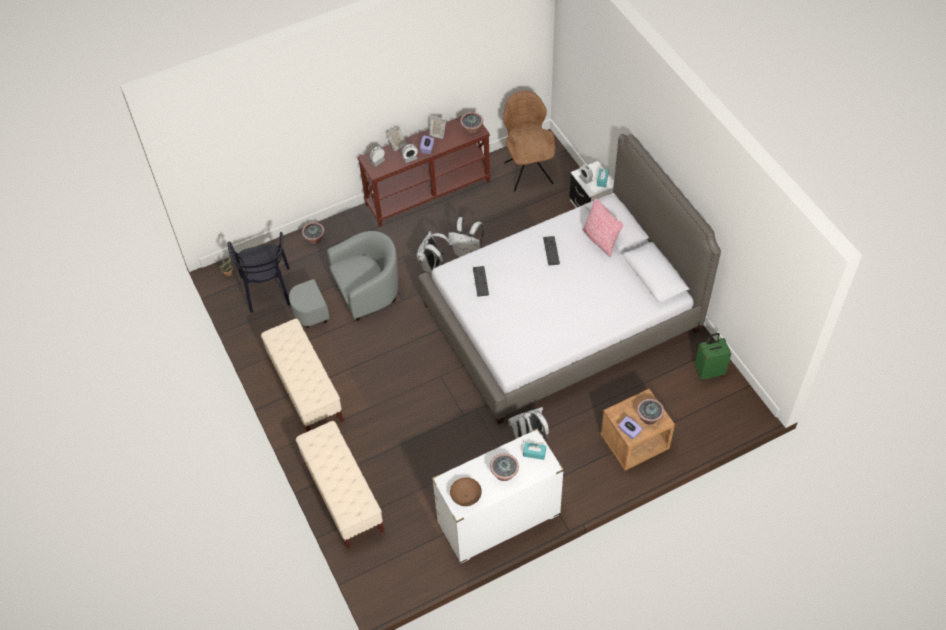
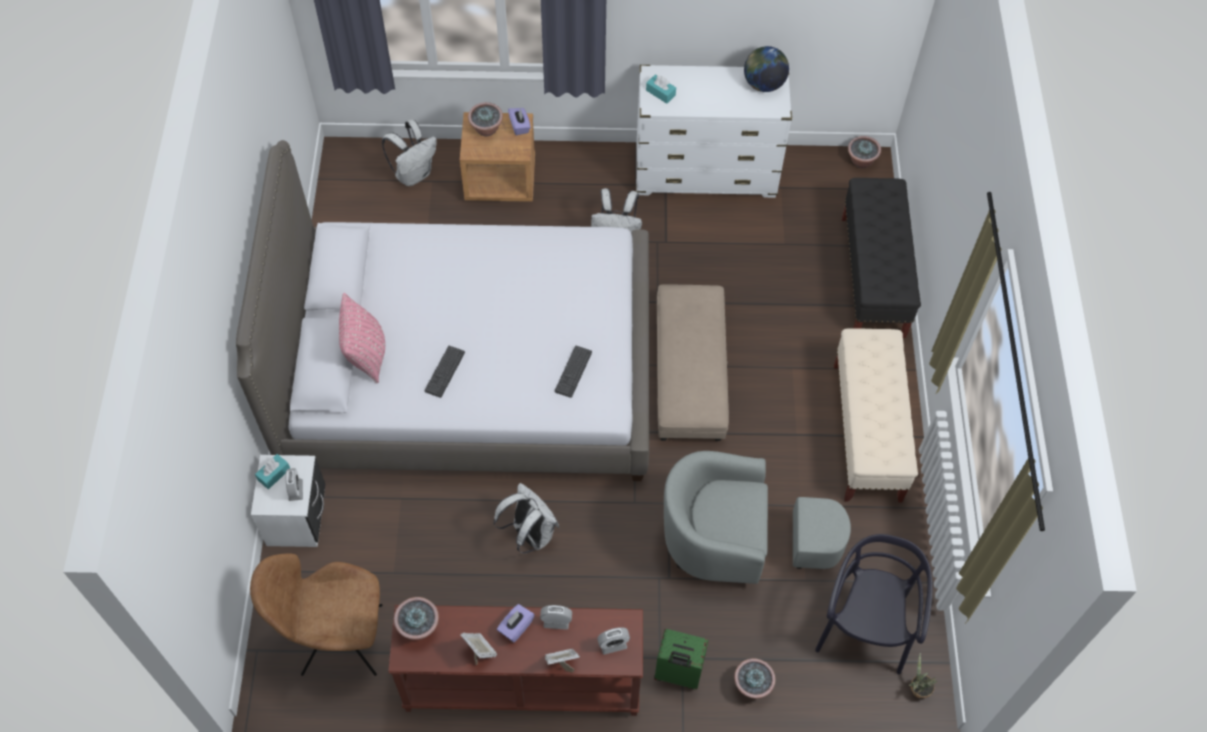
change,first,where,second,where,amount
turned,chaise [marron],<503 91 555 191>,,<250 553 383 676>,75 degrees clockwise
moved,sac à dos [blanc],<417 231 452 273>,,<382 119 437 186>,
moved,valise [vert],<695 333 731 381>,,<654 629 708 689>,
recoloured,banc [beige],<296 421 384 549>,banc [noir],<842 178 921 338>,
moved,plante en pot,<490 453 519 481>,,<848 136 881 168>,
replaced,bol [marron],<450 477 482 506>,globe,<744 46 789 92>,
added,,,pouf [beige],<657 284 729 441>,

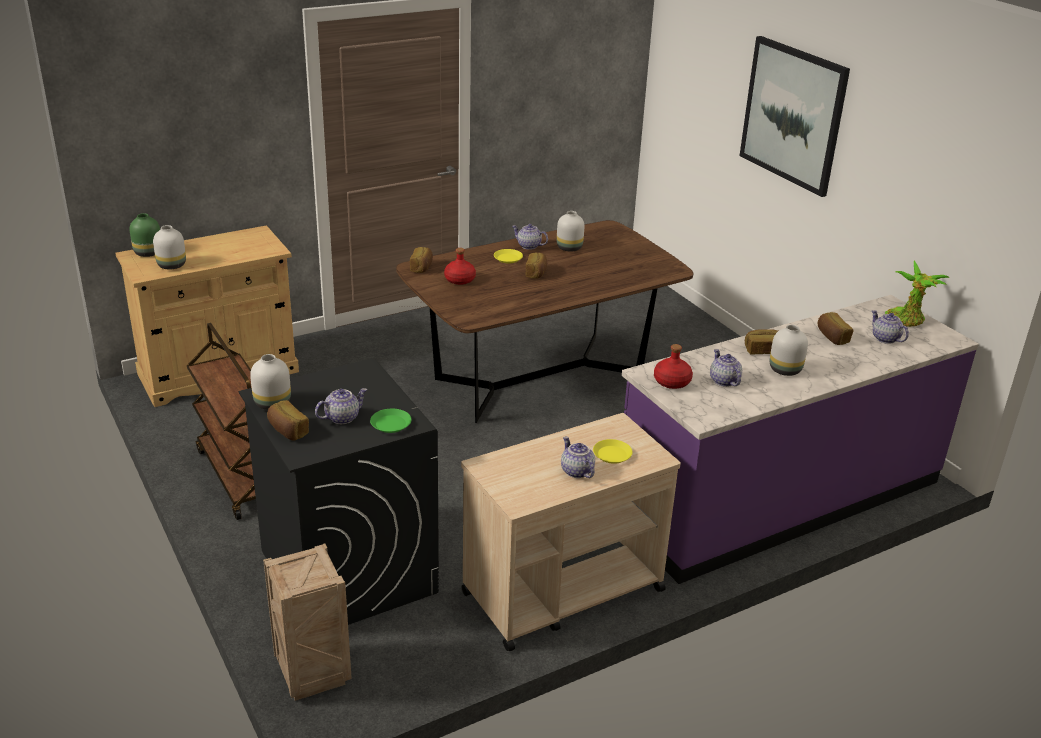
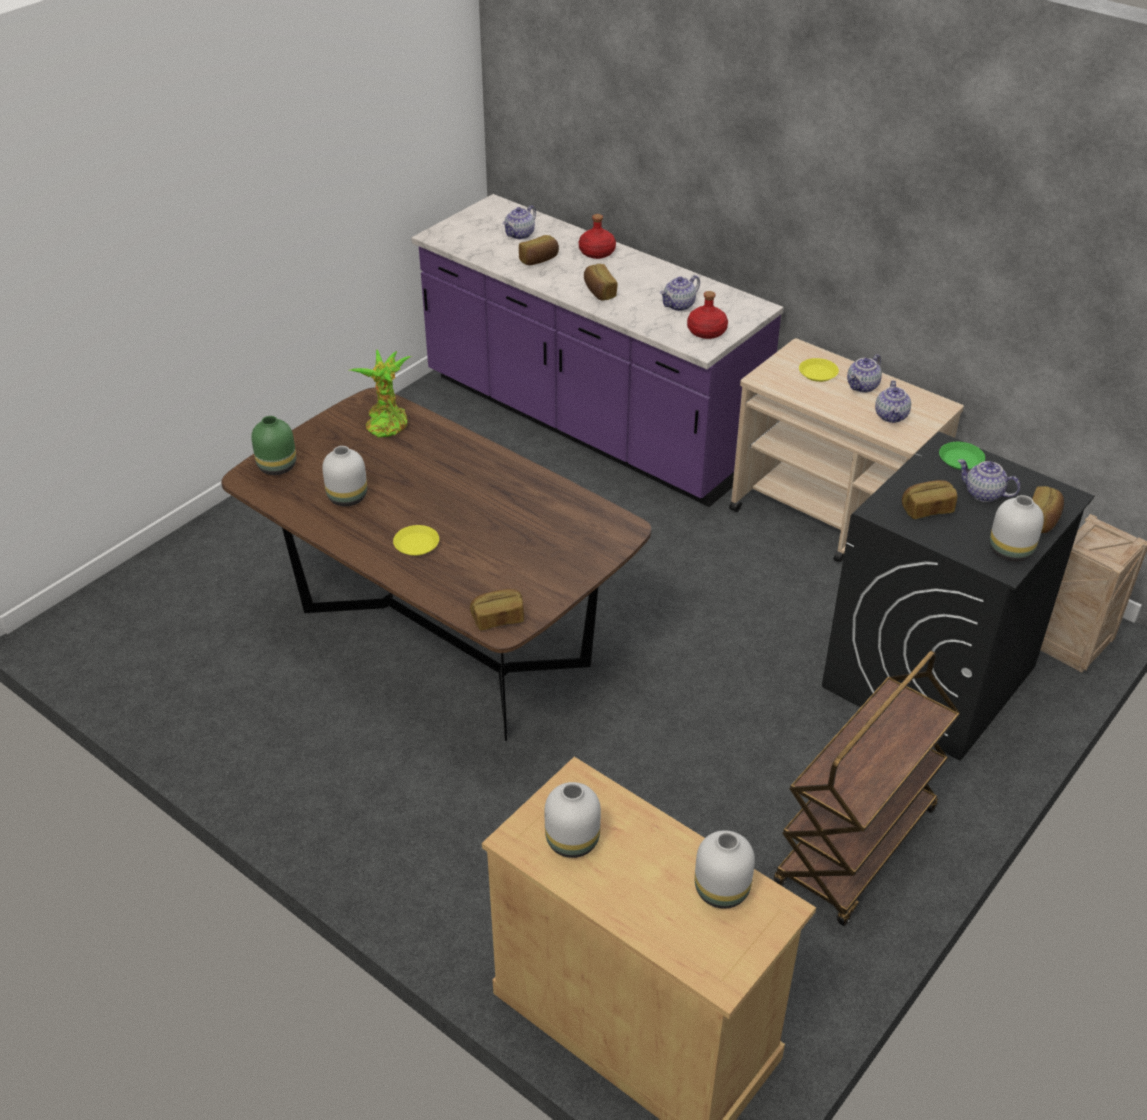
change,first,where,second,where,amount
removed,tableau,<739 36 850 197>,,,
moved,vase [vert],<129 213 160 257>,,<251 416 296 475>,
moved,théière,<512 224 548 250>,,<875 380 911 423>,
moved,bouteille [rouge],<444 248 476 285>,,<579 214 616 259>,
moved,pain,<526 253 547 279>,,<902 480 957 519>,
moved,plante en pot,<885 260 950 327>,,<350 349 412 437>,
moved,vase [blanc],<770 325 808 376>,,<544 782 601 858>,

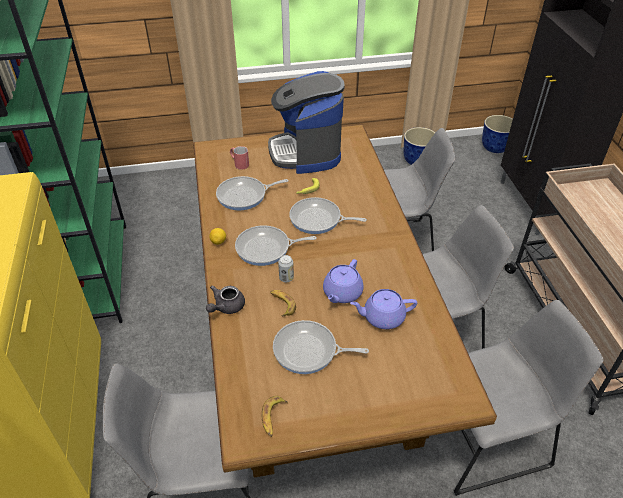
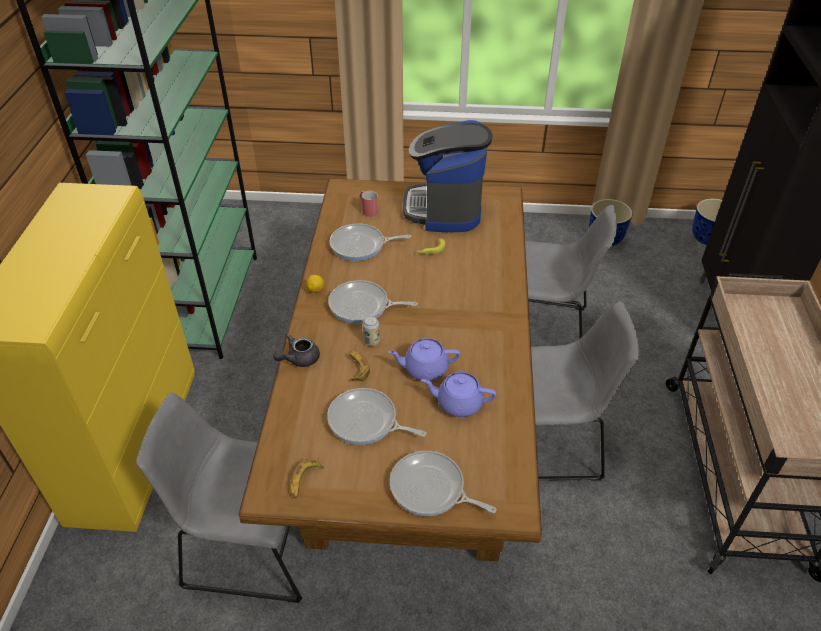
change,first,where,second,where,amount
moved,poêle,<289 197 367 234>,,<390 451 496 516>,
turned,théière [violet],<323 259 363 303>,,<388 338 460 381>,45 degrees clockwise
removed,chaise [gris],<454 300 603 496>,,,

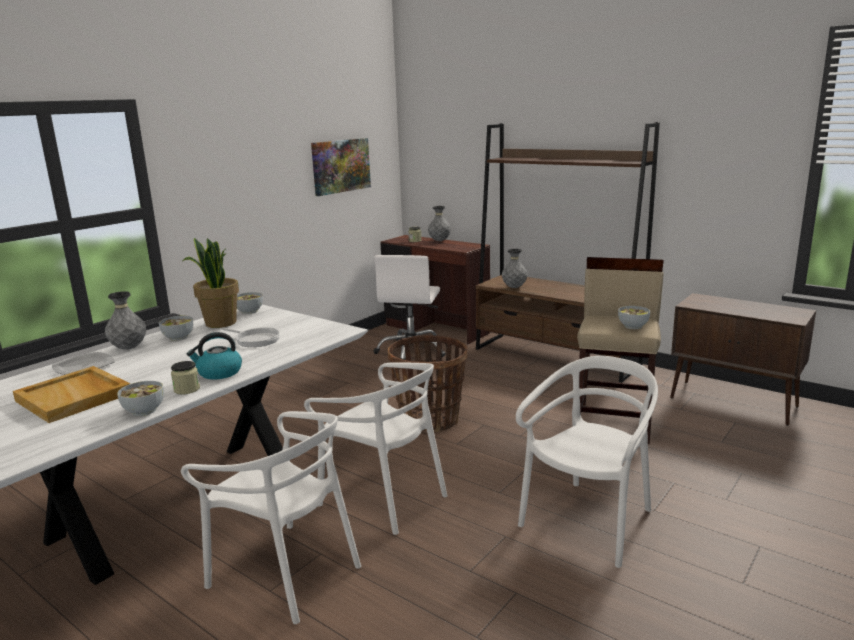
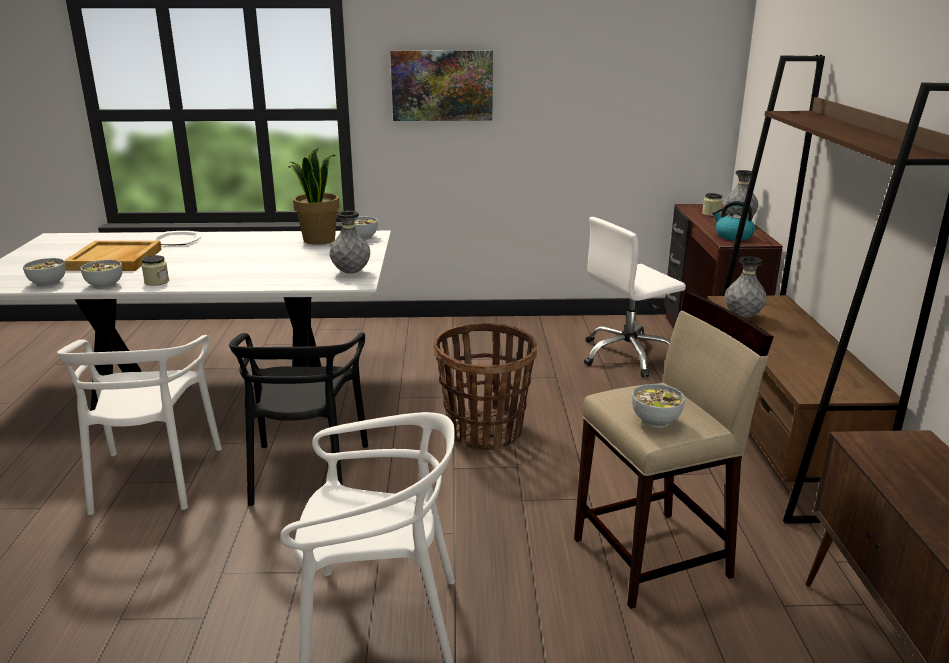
change,first,where,second,where,amount
moved,tableau,<311 138 371 196>,,<390 50 493 121>,
moved,vase [gris],<105 291 146 350>,,<329 211 370 274>,
moved,bol,<159 316 193 341>,,<23 258 66 287>,
removed,poêle,<221 327 280 347>,,,
moved,bouilloire,<187 332 242 380>,,<712 201 755 241>,
recoloured,chaise [blanc],<304 362 448 535>,chaise [noir],<229 333 368 506>,

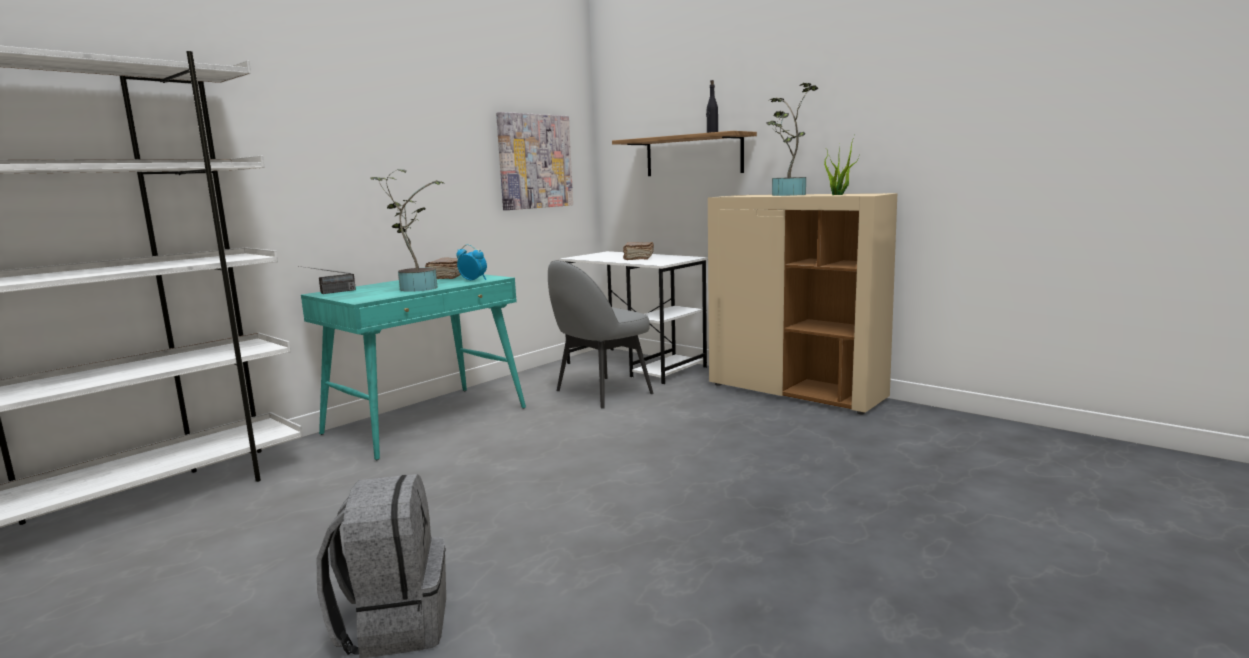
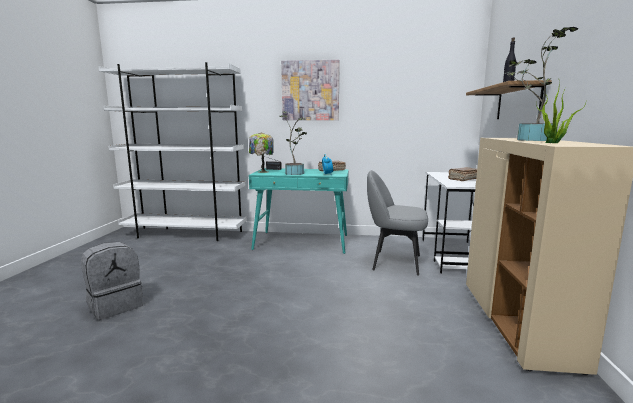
change,first,where,second,where,amount
moved,tableau,<496 112 573 210>,,<281 60 340 120>,
added,,,lampe de table,<249 132 274 173>,

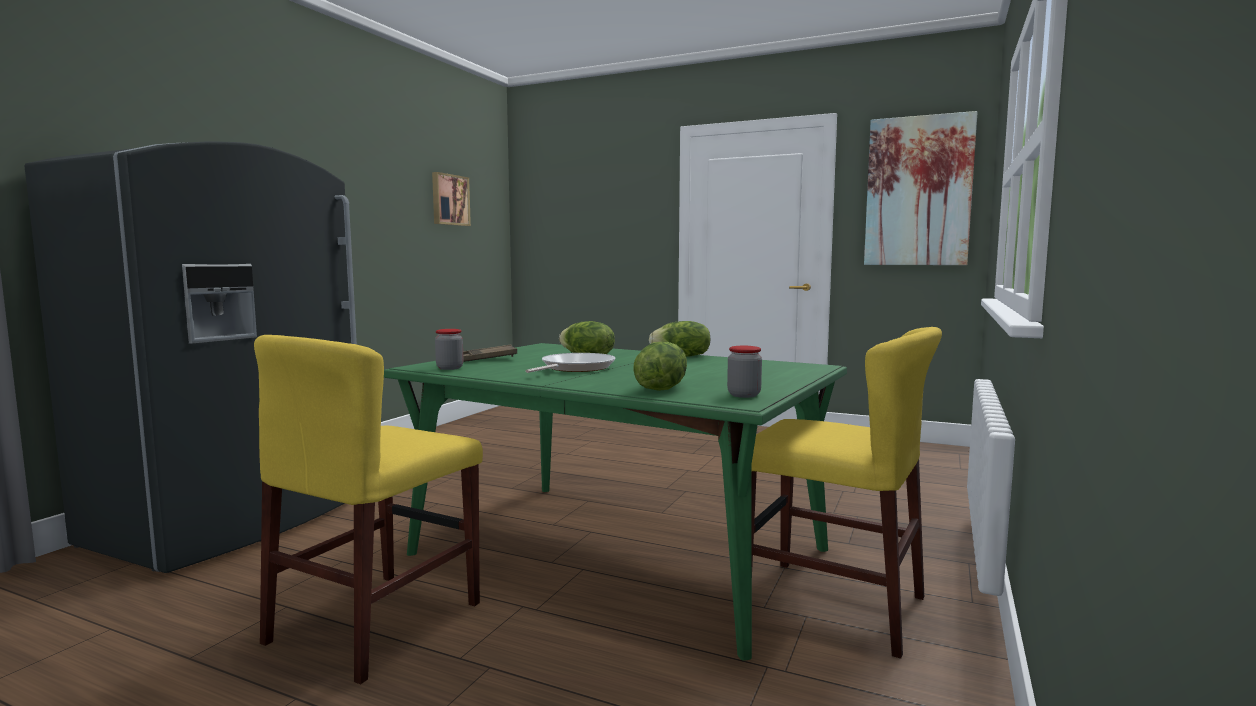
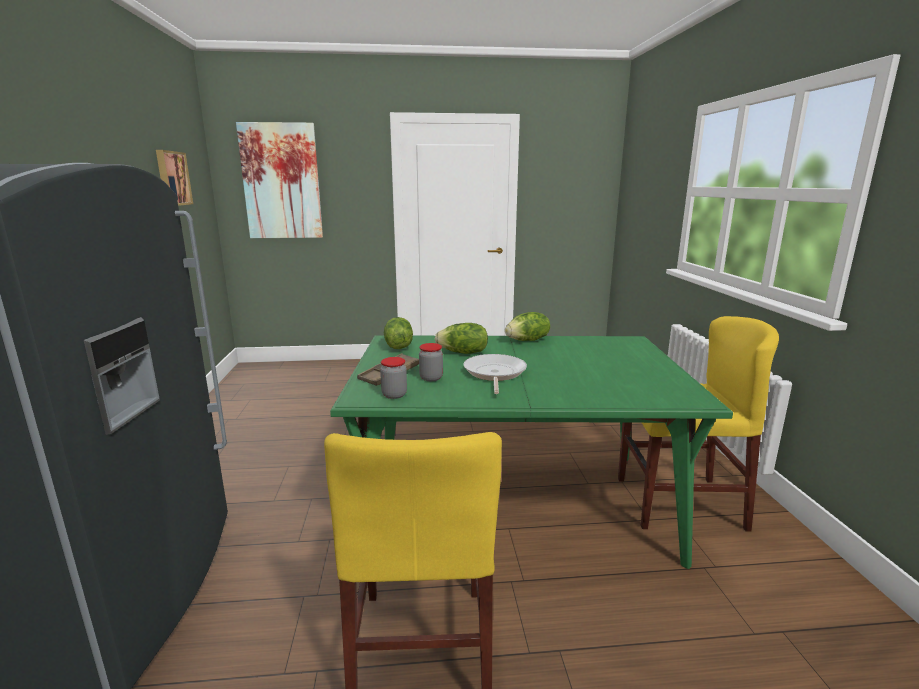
change,first,where,second,where,amount
moved,tableau,<864 111 978 265>,,<236 122 323 238>,
moved,laitue,<633 342 687 391>,,<384 317 413 349>,
moved,bocal,<727 346 762 398>,,<419 343 443 381>,

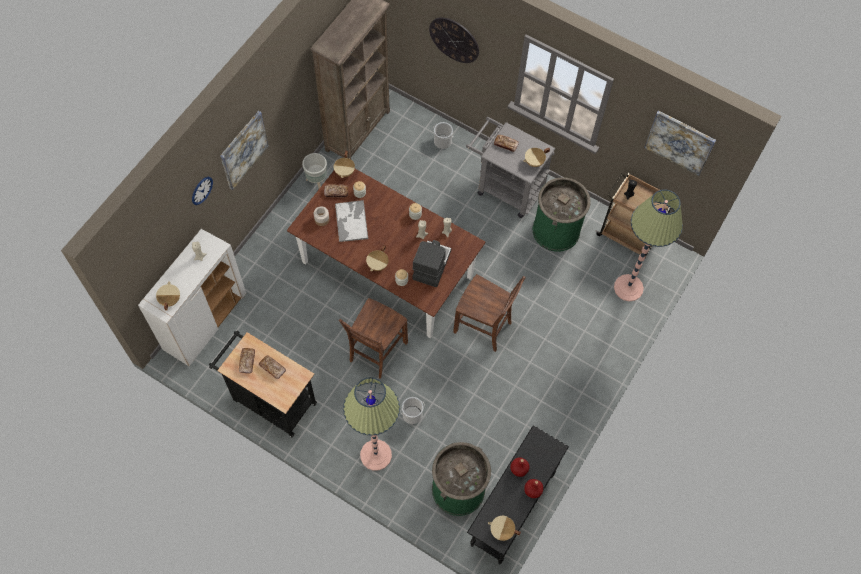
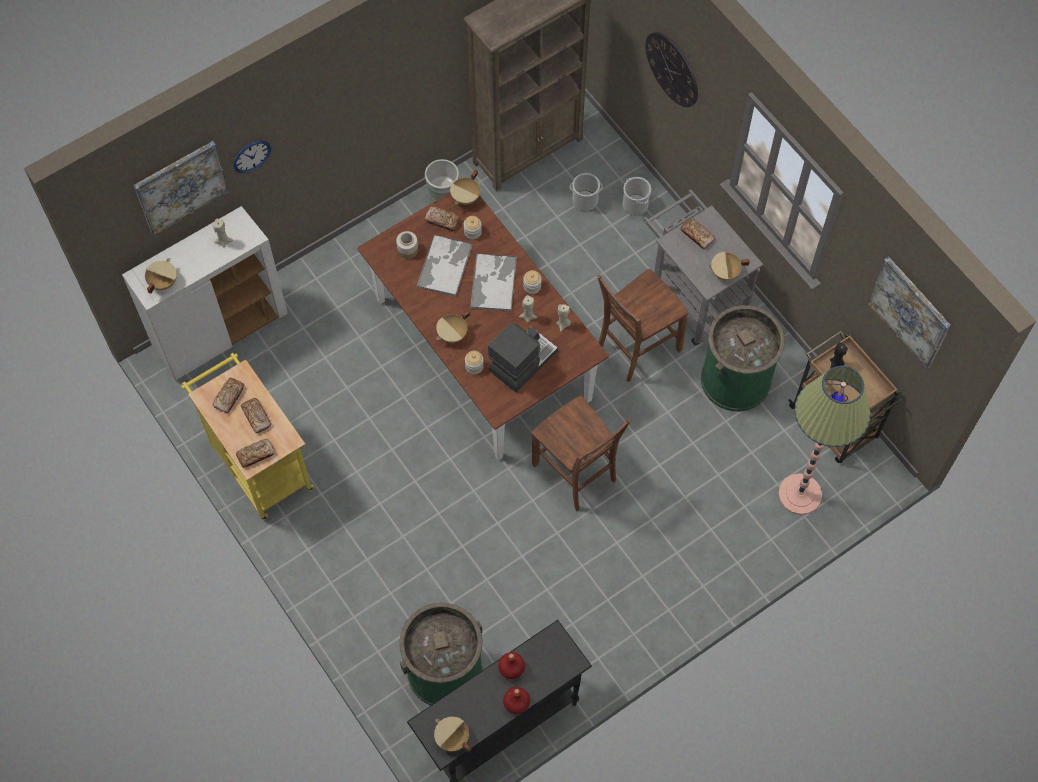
change,first,where,second,where,amount
moved,tableau,<220 111 269 190>,,<134 141 229 235>,
moved,chaise [marron],<339 298 408 379>,,<597 269 688 382>,
recoloured,chariot [noir],<209 331 317 437>,chariot [jaune],<181 353 314 520>,
removed,lampadaire,<343 377 400 471>,,,
moved,seau,<400 397 425 424>,,<570 173 603 212>,
added,,,plateau,<470 253 517 311>,
added,,,pain,<236 439 275 468>,

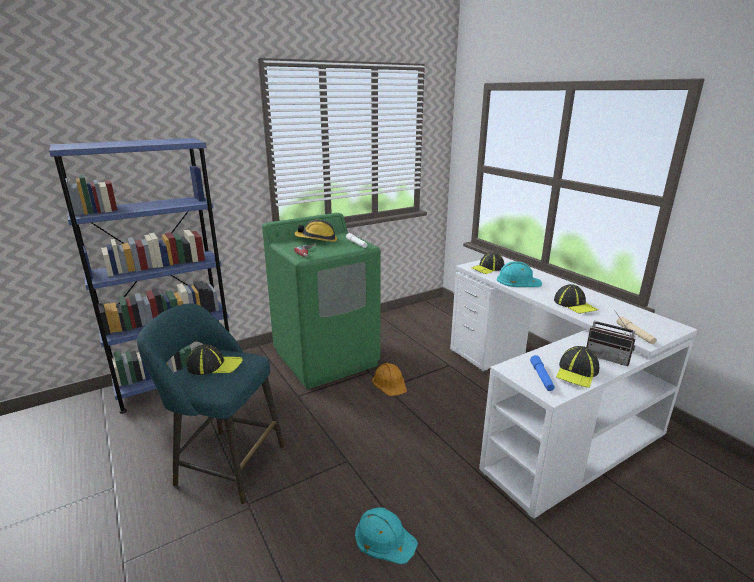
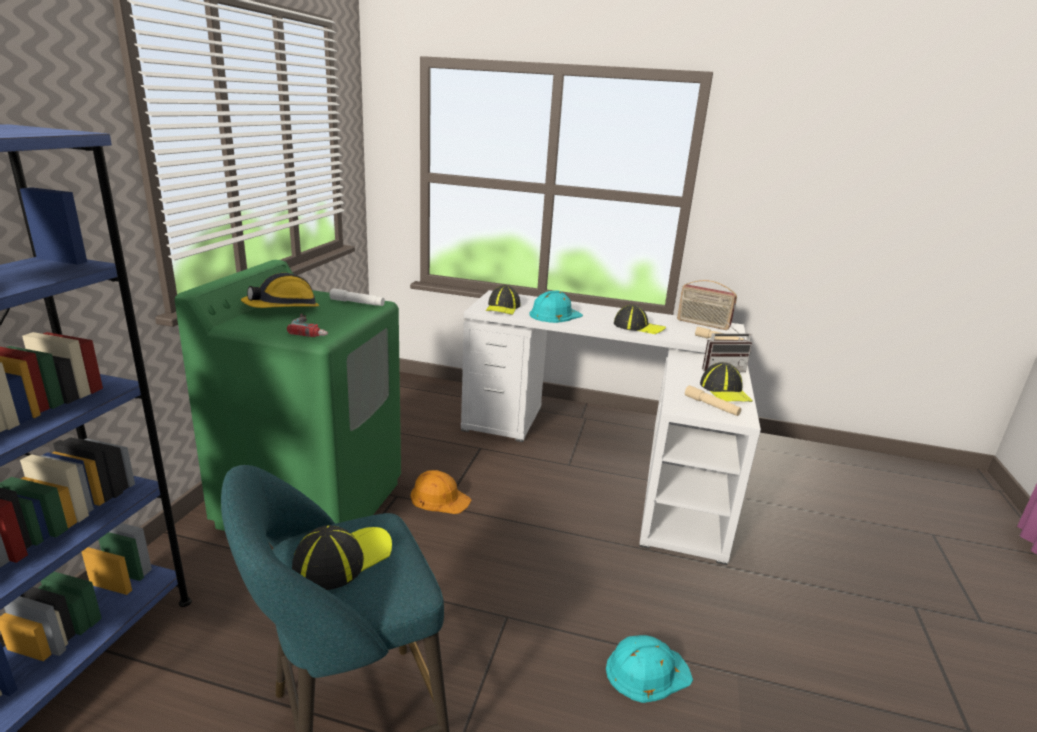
change,first,where,second,where,amount
recoloured,lampe de poche [bleu],<530 355 555 391>,lampe de poche [beige],<685 385 741 416>,
added,,,radio,<677 280 737 330>,

